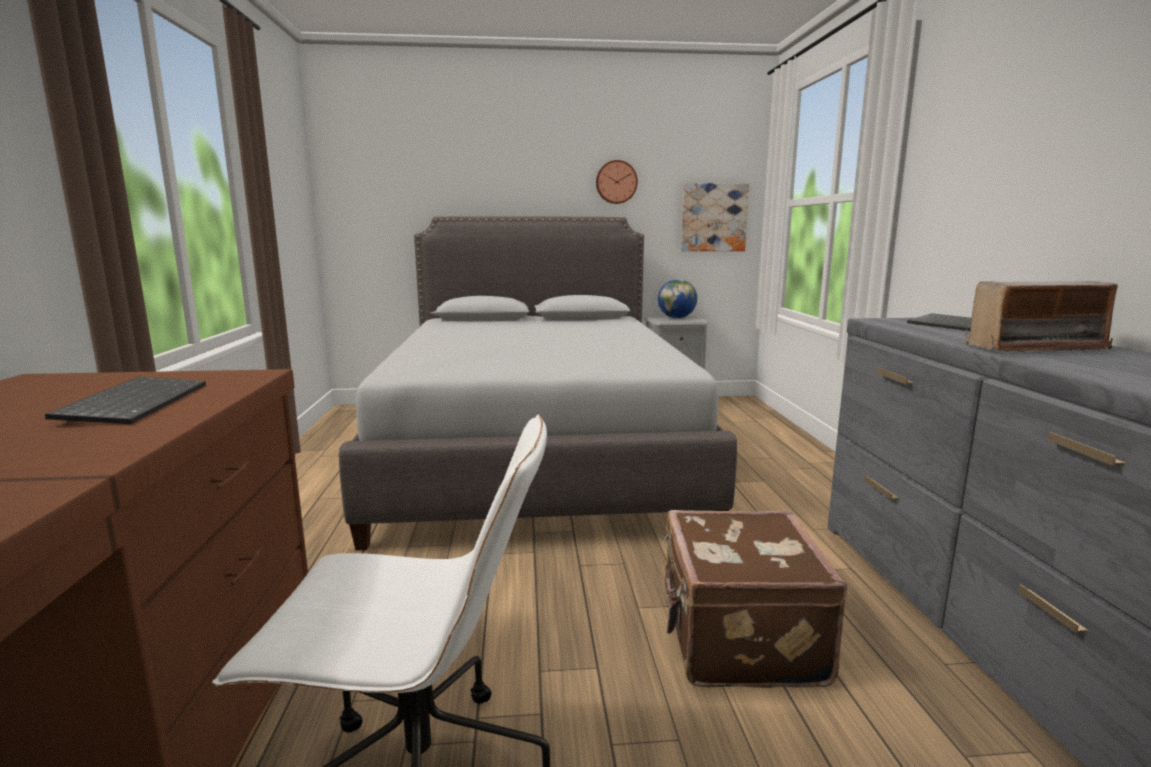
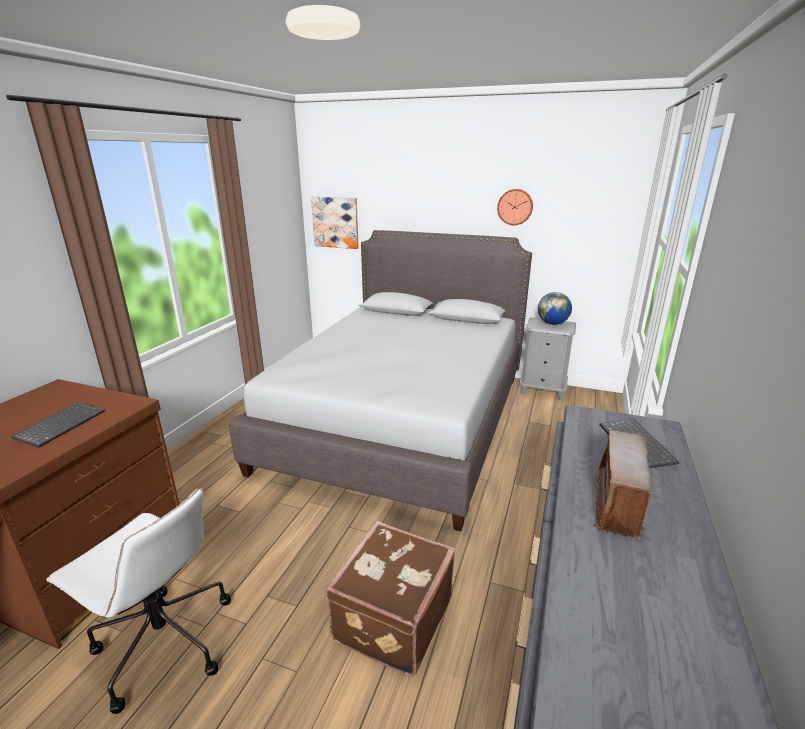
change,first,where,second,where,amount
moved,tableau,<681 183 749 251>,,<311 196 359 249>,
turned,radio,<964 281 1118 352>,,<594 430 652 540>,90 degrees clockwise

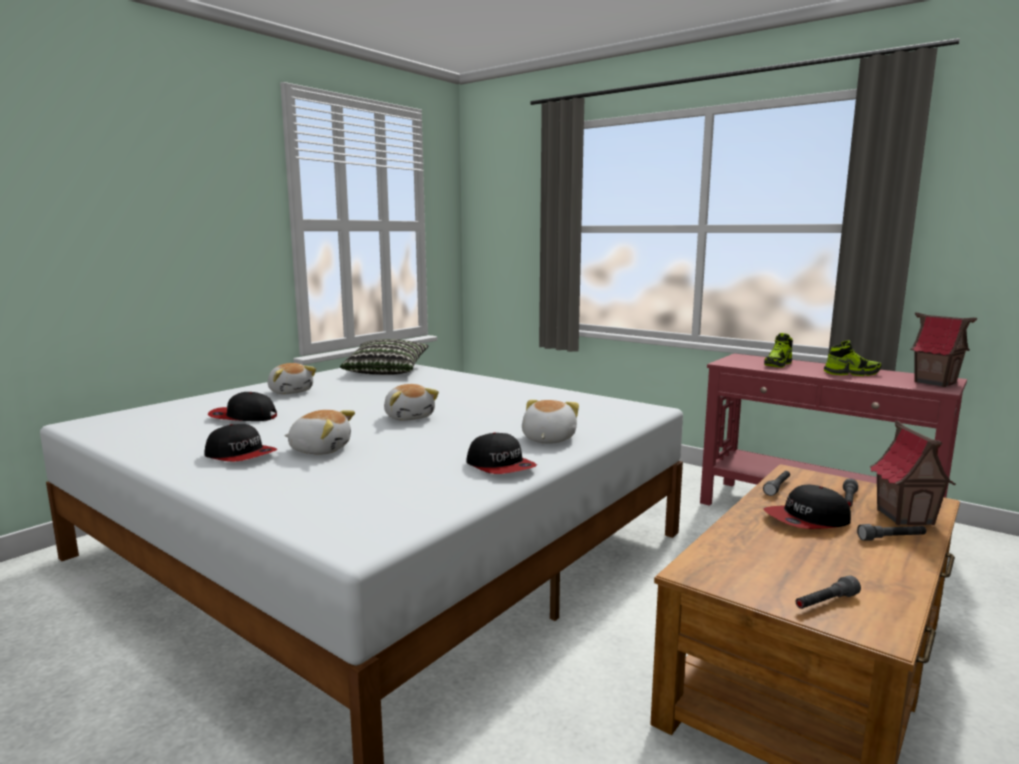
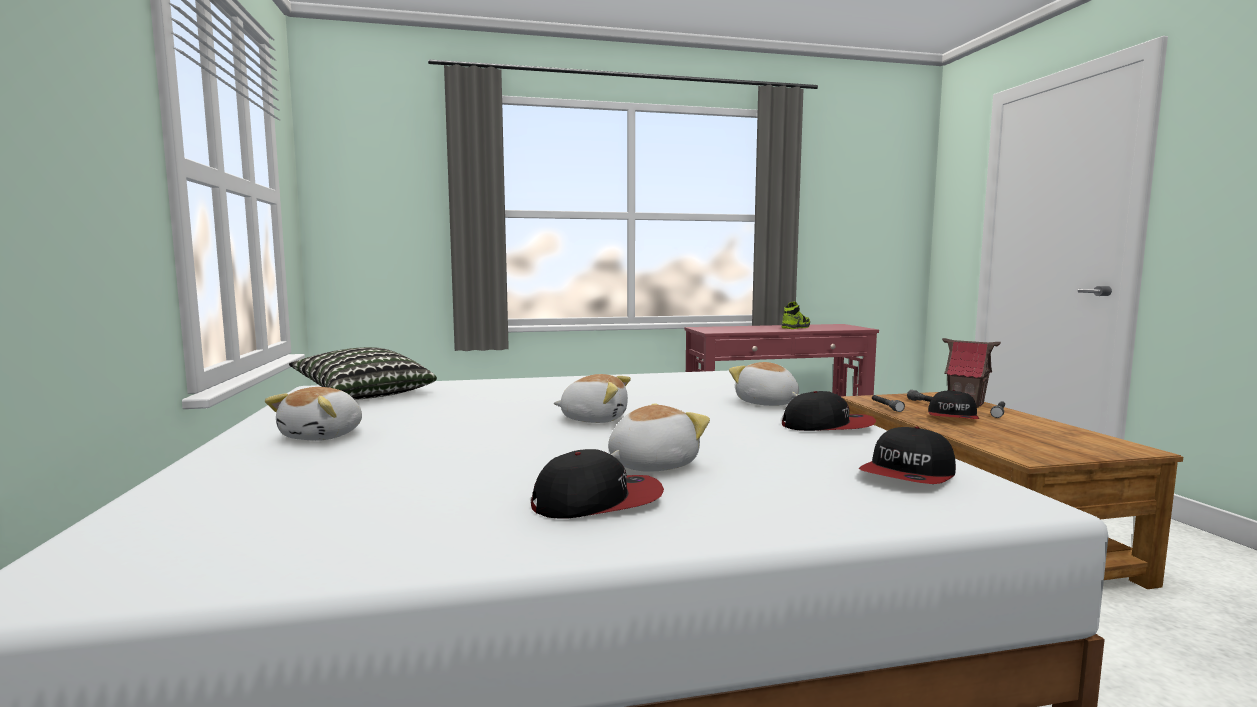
change,first,where,second,where,amount
removed,maison miniature,<911 313 977 387>,,,
removed,chaussure,<764 333 793 368>,,,
turned,peluche,<268 363 316 394>,,<265 387 362 441>,105 degrees clockwise
moved,casquette,<208 392 277 421>,,<859 426 956 484>,
removed,lampe de poche [gris],<796 575 861 609>,,,

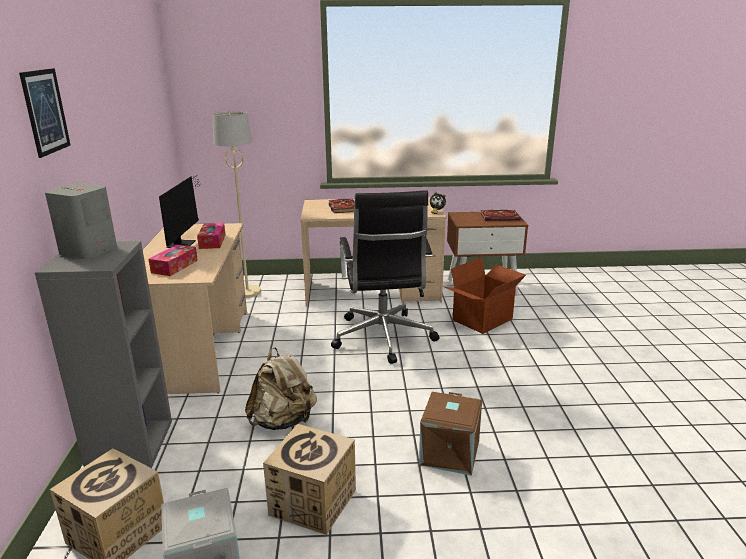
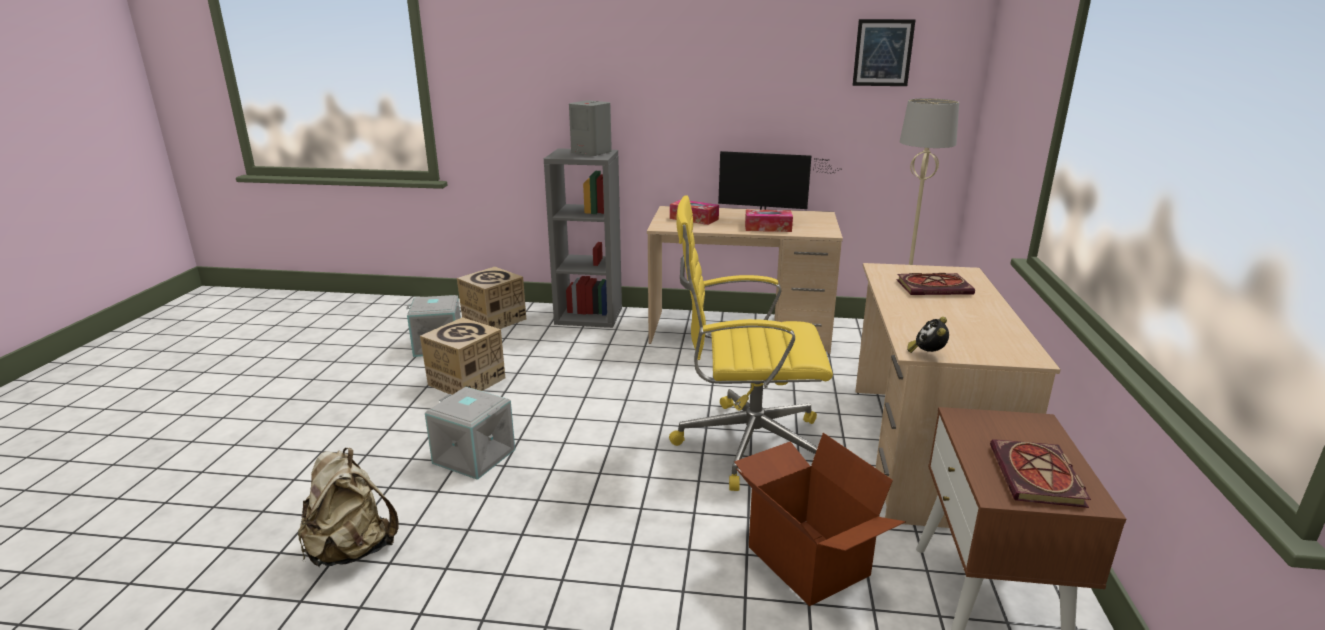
change,first,where,second,where,amount
moved,tableau,<19 68 71 158>,,<853 19 916 86>,
recoloured,chaise de bureau [noir],<331 190 440 364>,chaise de bureau [jaune],<669 195 833 491>,
moved,sac à dos [beige],<245 348 317 430>,,<298 448 399 567>,
recoloured,boîte de rangement [marron],<419 392 482 476>,boîte de rangement [gris],<425 387 515 480>,

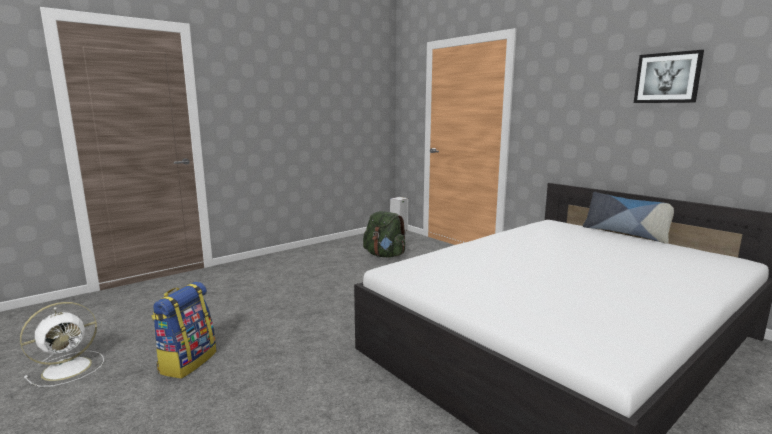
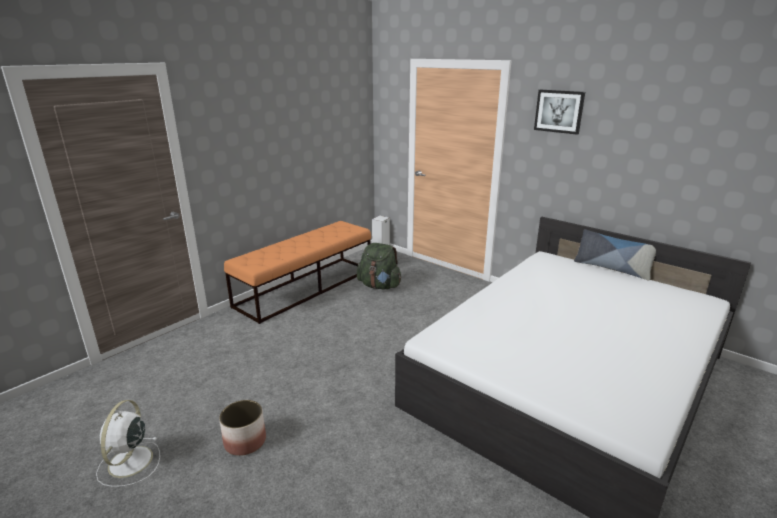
change,first,where,second,where,amount
moved,tableau,<634 50 704 103>,,<534 90 585 135>,
replaced,sac à dos,<151 282 217 379>,cache-pot,<219 400 266 456>,
turned,ventilateur [blanc],<20 302 104 387>,,<96 400 160 487>,150 degrees clockwise
added,,,banc [orange],<224 221 371 324>,

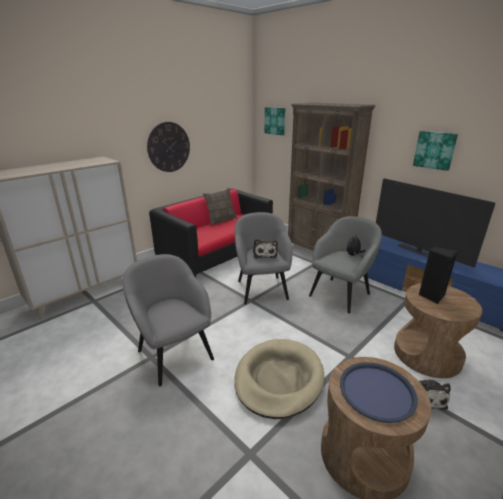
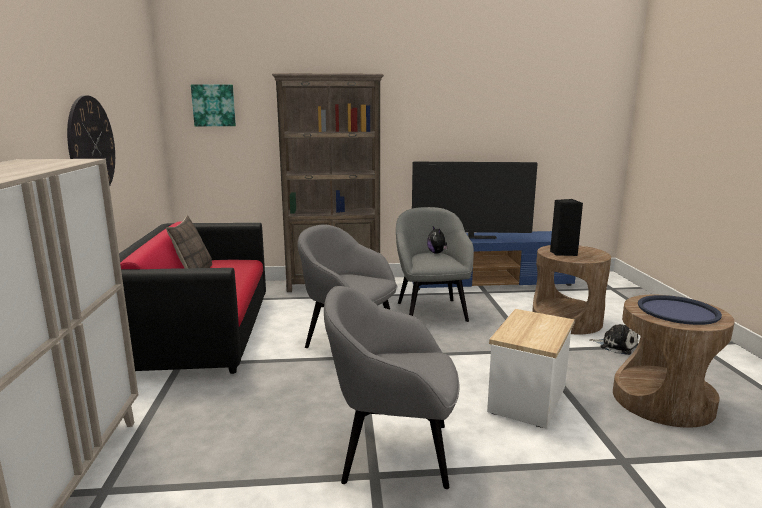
change,first,where,second,where,amount
removed,tableau,<413 131 458 171>,,,
removed,peluche,<253 239 278 259>,,,
replaced,panier pour chien [beige],<234 339 325 419>,table d'appoint,<487 309 575 429>,

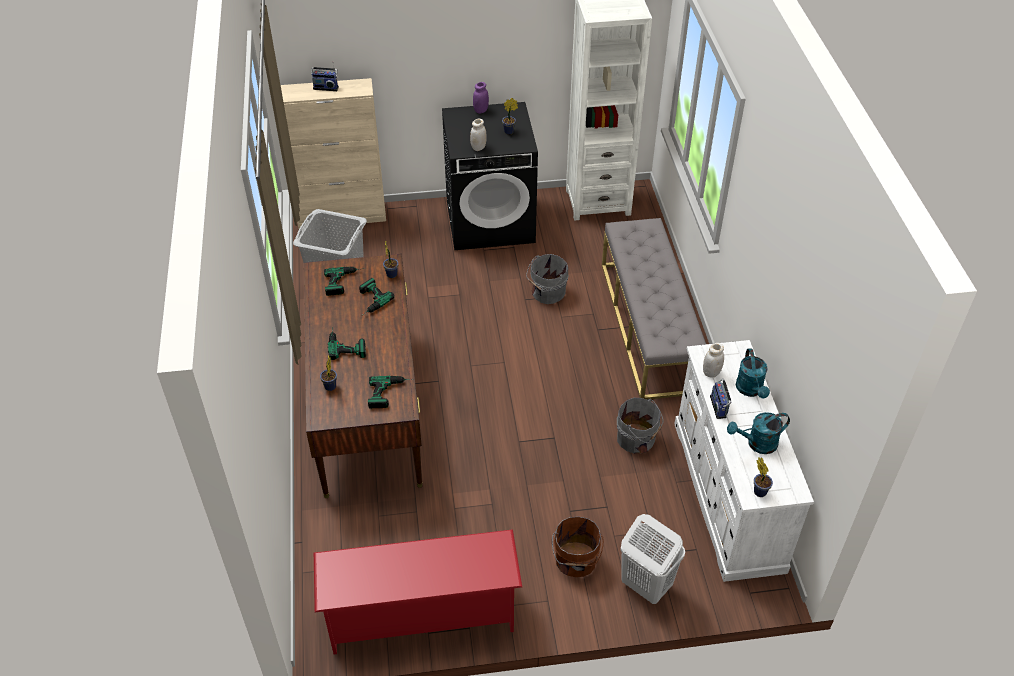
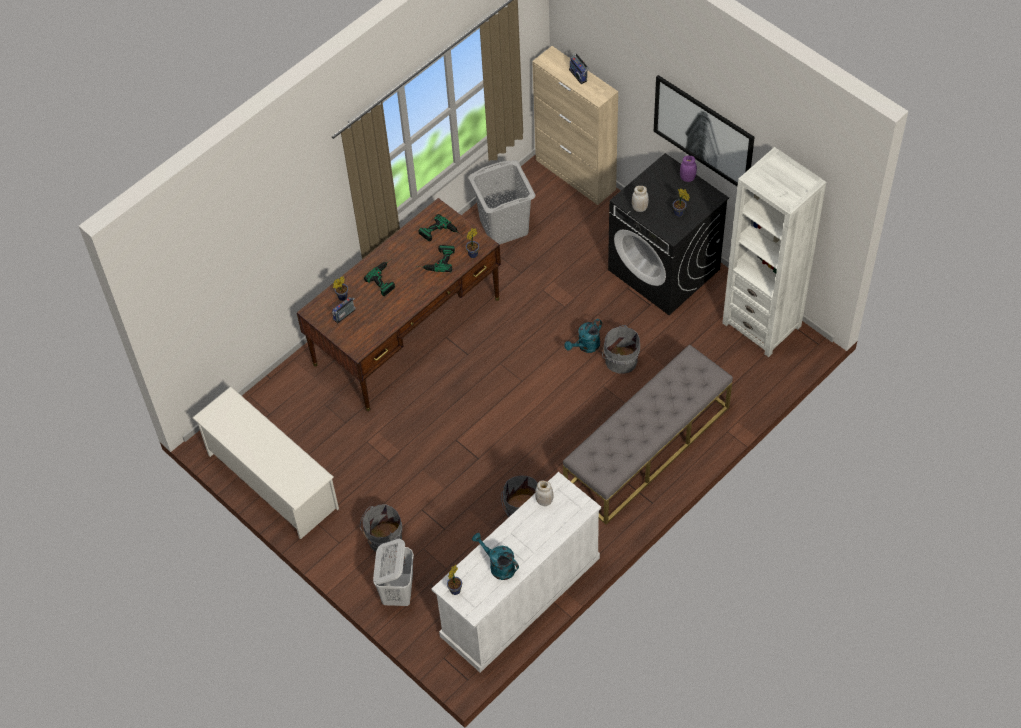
change,first,where,second,where,amount
moved,arrosoir [turquoise],<736 348 770 399>,,<564 319 602 353>,
removed,perceuse,<368 376 413 408>,,,
moved,radio,<710 378 732 419>,,<332 297 356 324>,
recoloured,seau [marron],<552 516 604 577>,seau [gris],<360 504 402 552>,
recoloured,étagère à chaussures [rouge],<314 529 522 654>,étagère à chaussures [blanc],<192 386 339 539>,
added,,,tableau,<654 75 755 186>,

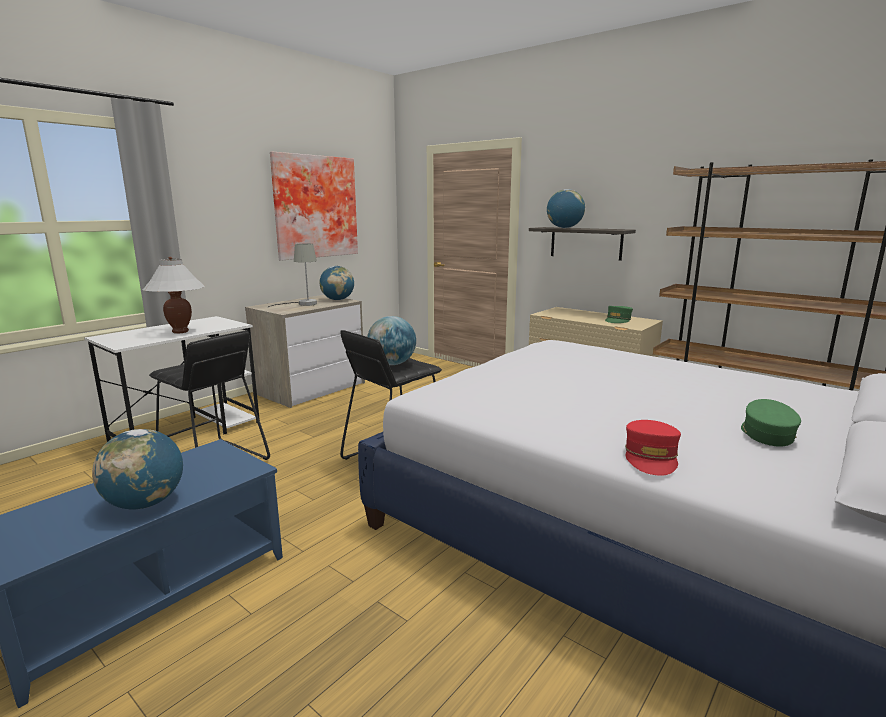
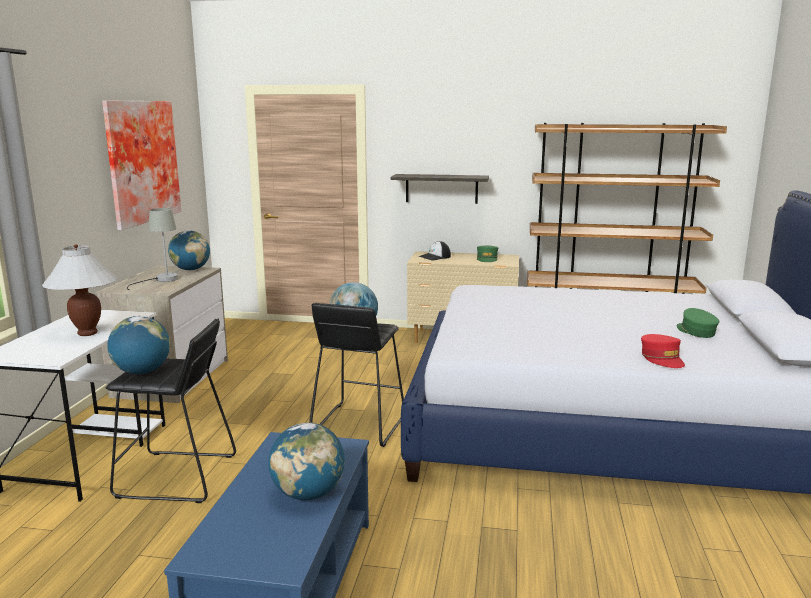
change,first,where,second,where,amount
moved,globe,<547 189 585 228>,,<107 316 170 374>,
added,,,casquette,<419 241 451 260>,

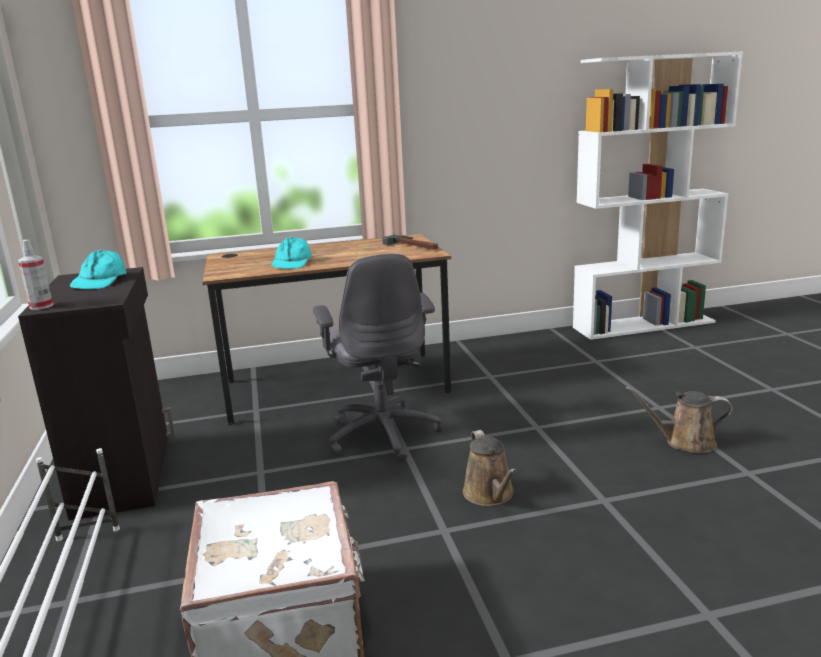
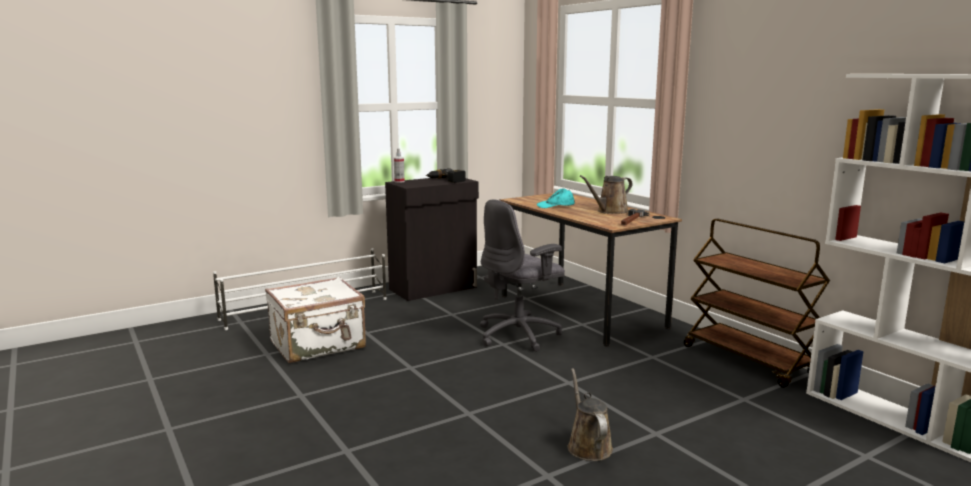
change,first,where,second,where,amount
replaced,casquette [turquoise],<70 250 127 289>,perceuse,<426 168 466 183>,
moved,arrosoir [marron],<463 430 517 506>,,<580 175 632 214>,
added,,,chariot [marron],<684 219 830 388>,

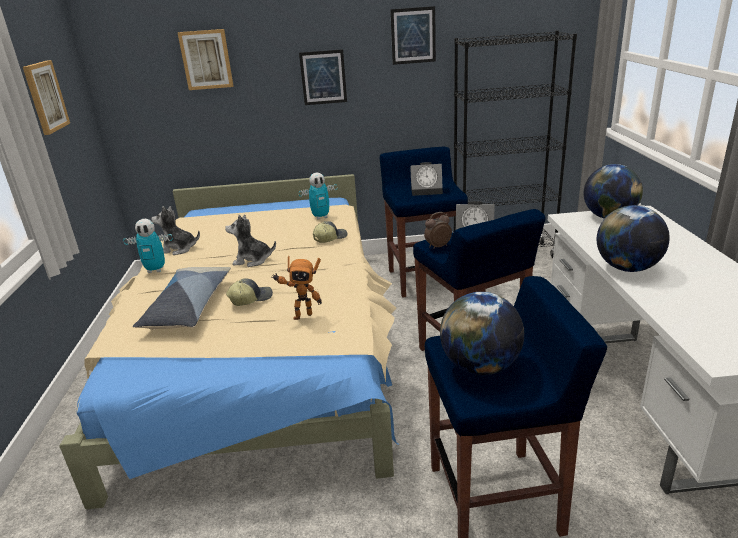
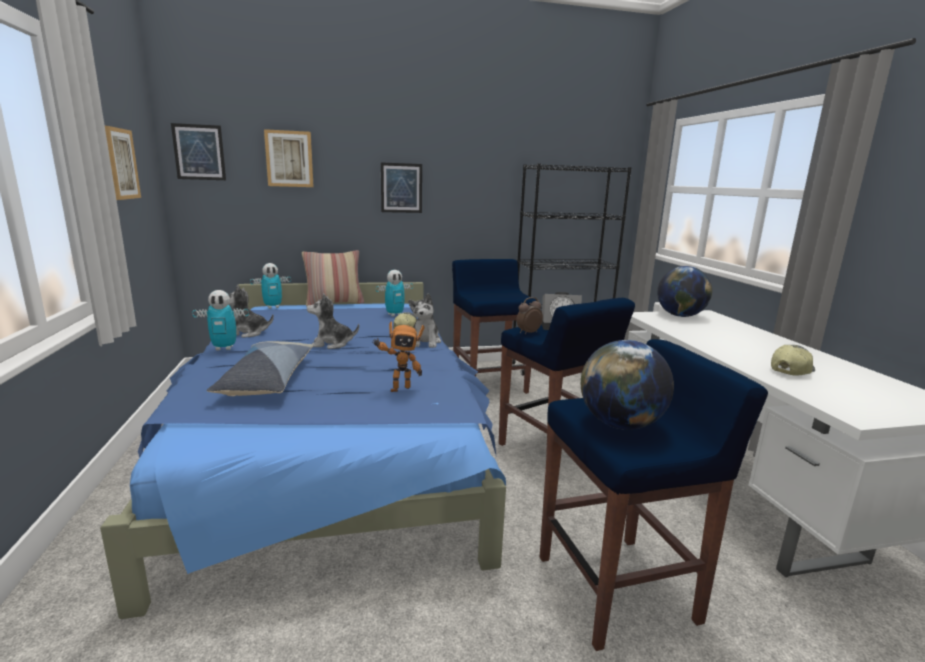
change,first,where,second,where,amount
moved,tableau,<390 6 436 65>,,<171 123 226 180>,
removed,réveil,<410 162 443 196>,,,
recoloured,lit [beige],<59 174 400 509>,lit [bleu],<100 282 506 619>,
removed,globe,<597 205 670 272>,,,
moved,casquette,<226 278 273 306>,,<771 345 815 375>,
added,,,coussin,<302 250 364 307>,
added,,,robot jouet,<250 263 291 309>,
added,,,peluche,<408 293 441 348>,

